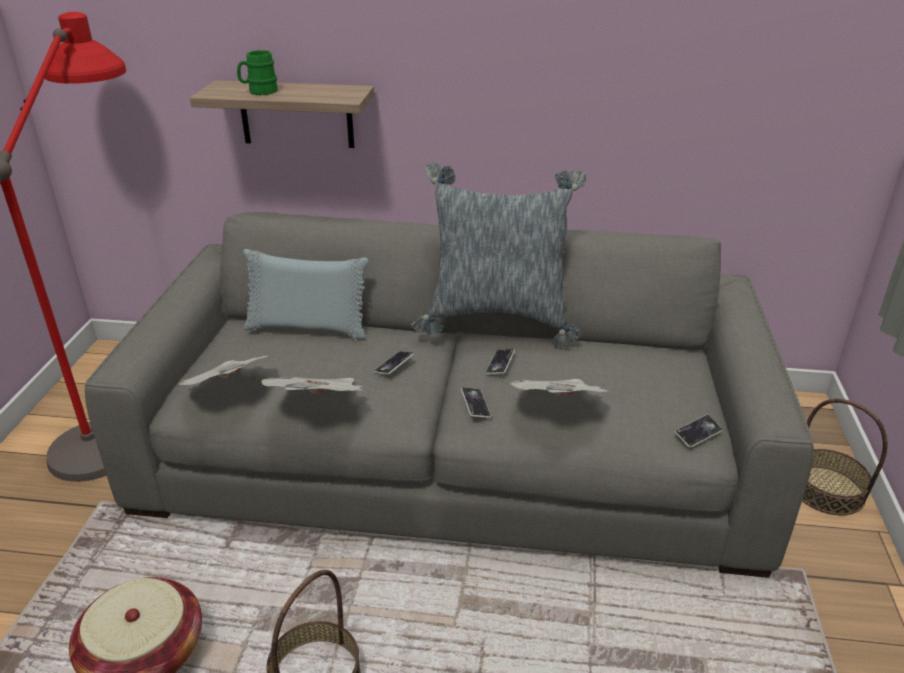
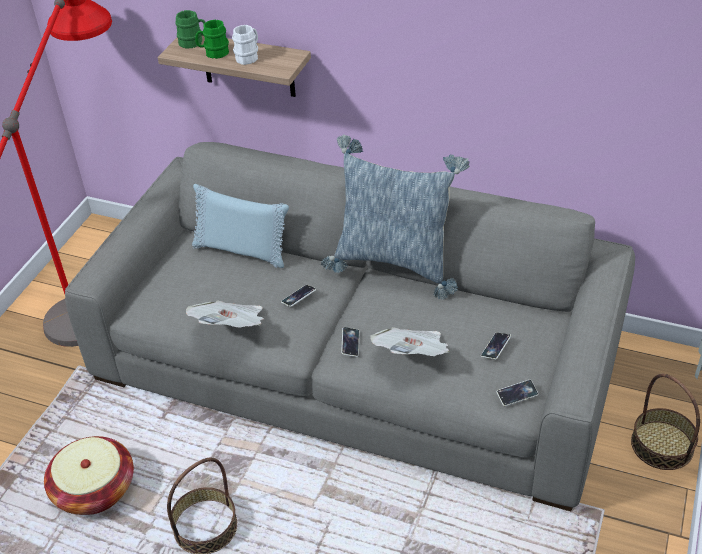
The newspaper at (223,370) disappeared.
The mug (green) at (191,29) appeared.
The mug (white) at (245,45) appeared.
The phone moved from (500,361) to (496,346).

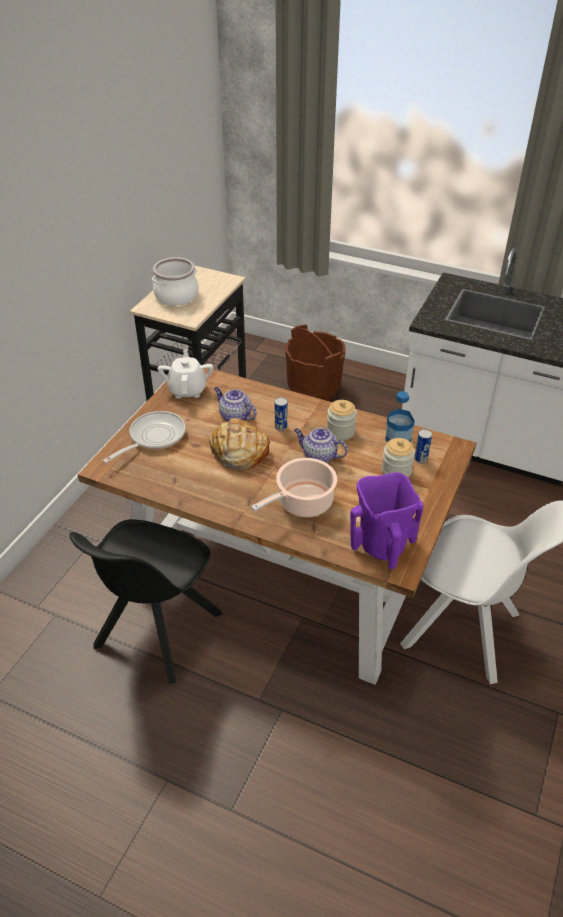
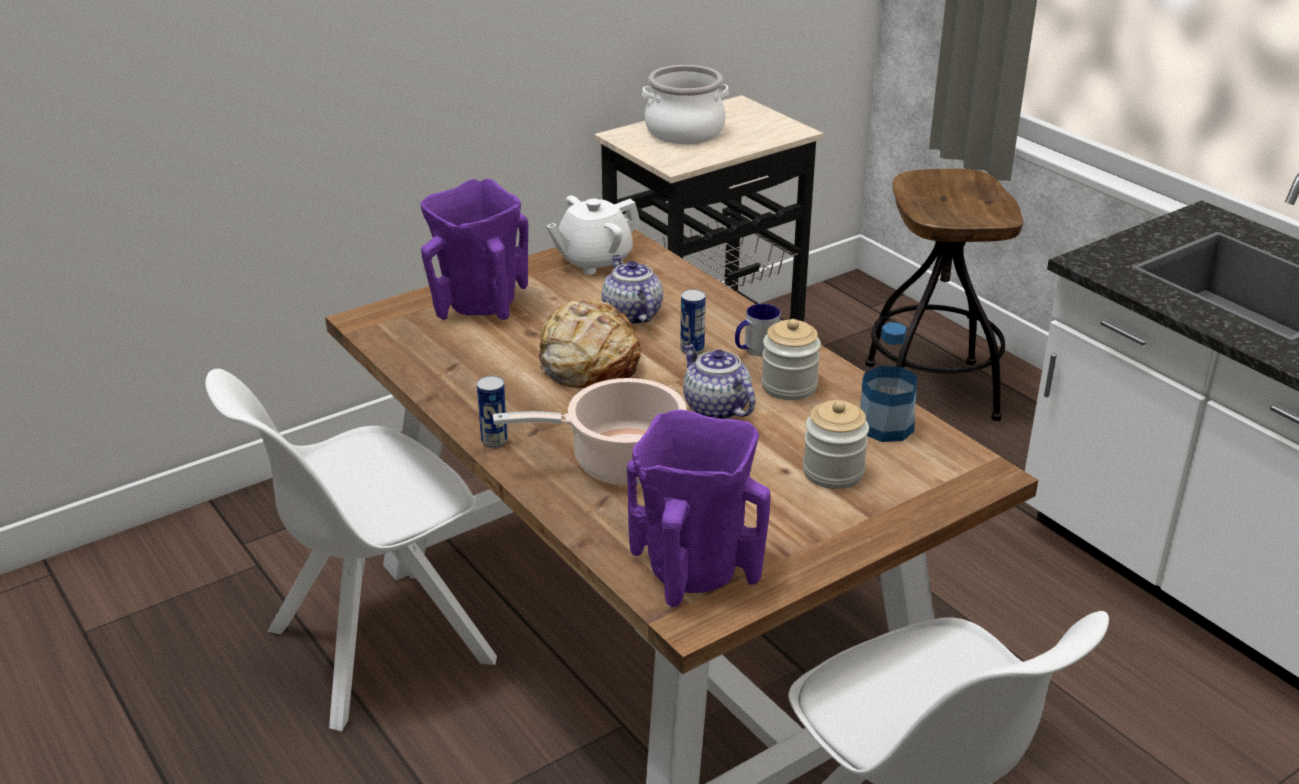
The mug at (758,330) appeared.
The can moved from (423,446) to (492,412).
The frying pan at (144,437) was replaced by the vase (purple) at (474,249).
The bucket (brown) at (315,362) was replaced by the stool (brown) at (944,295).
The chair (black) at (146,601) became the chair (white) at (351,550).
The teapot (white) at (185,374) turned 150 degrees counterclockwise.

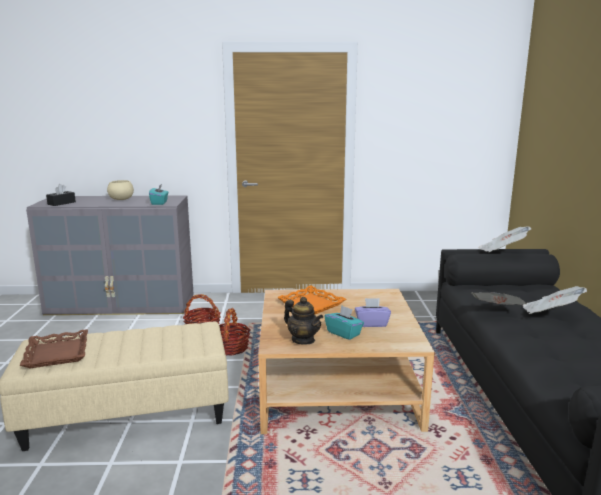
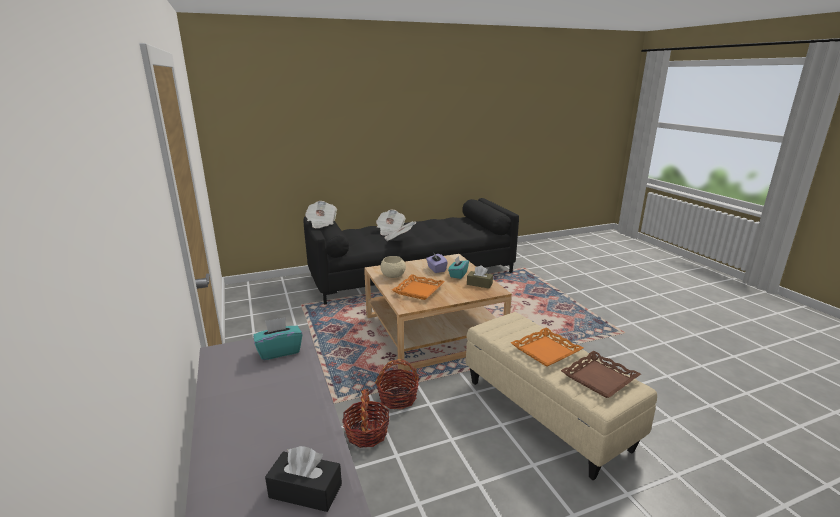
The tray (orange) at (546,347) appeared.
The bowl (beige) moved from (120,190) to (393,267).
The teapot at (303,321) was replaced by the tissue box (brown) at (480,276).

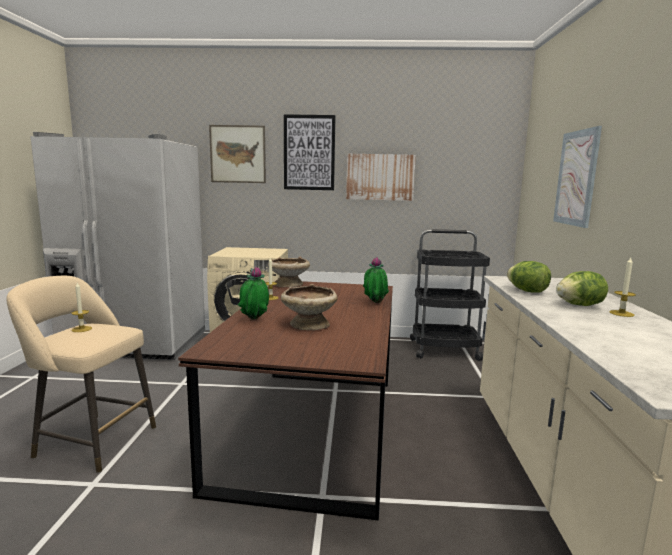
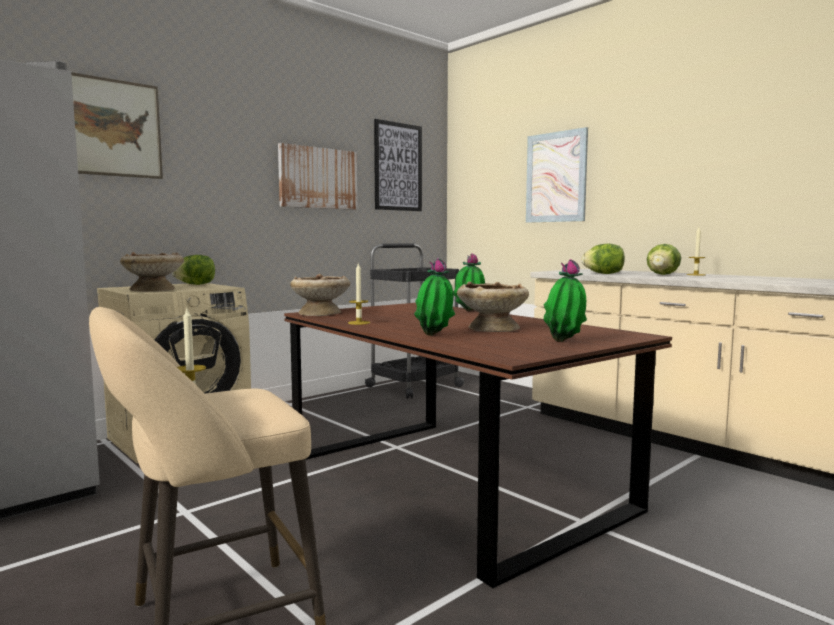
The bowl (beige) at (152,272) appeared.
The lettuce at (193,270) appeared.
The potted plant at (565,300) appeared.
The picture moved from (310,152) to (398,165).

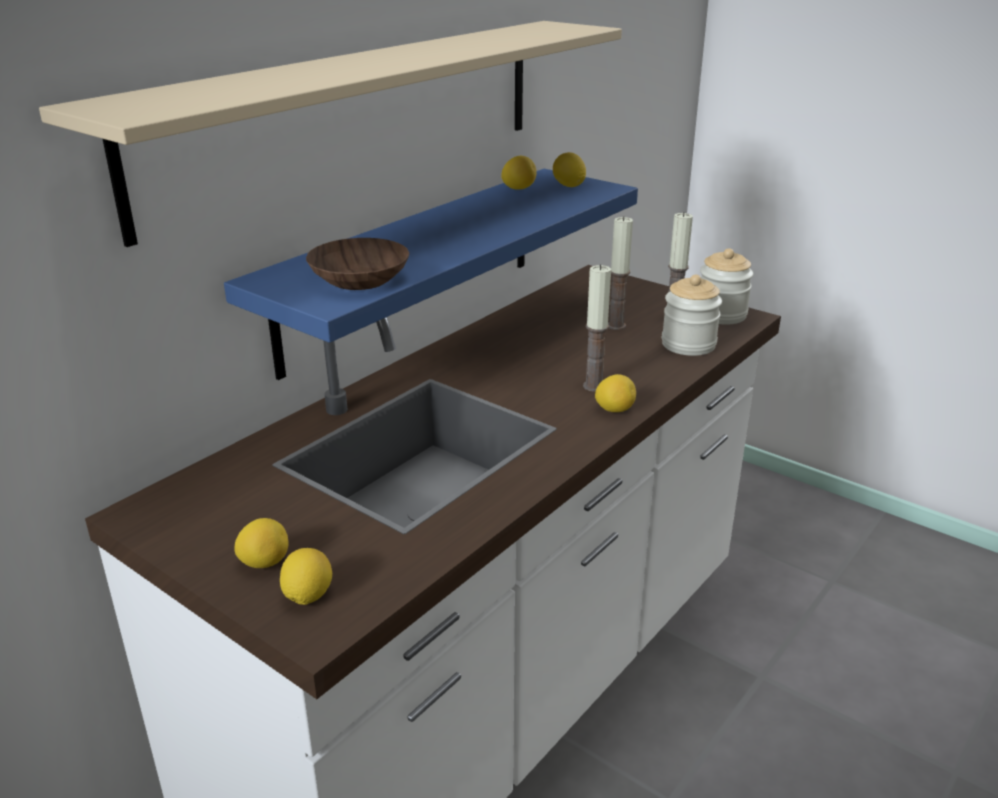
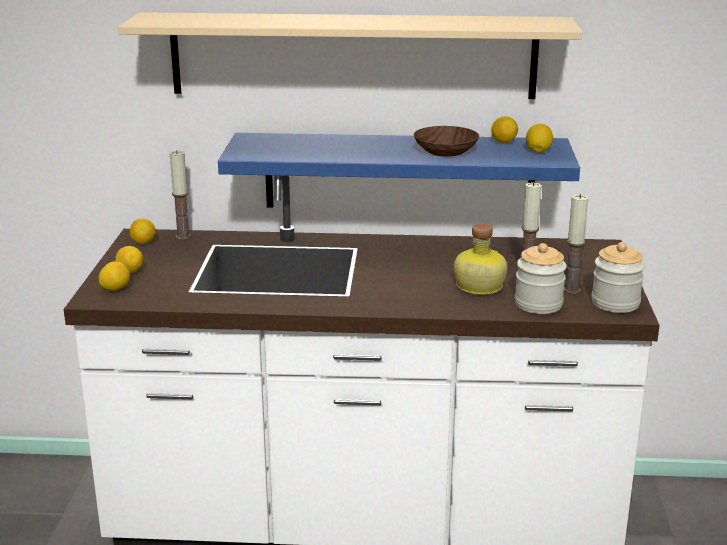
The bottle at (480,259) appeared.
The bowl (brown) moved from (357,264) to (446,141).
The candle moved from (597,328) to (180,195).
The lemon moved from (615,393) to (143,231).

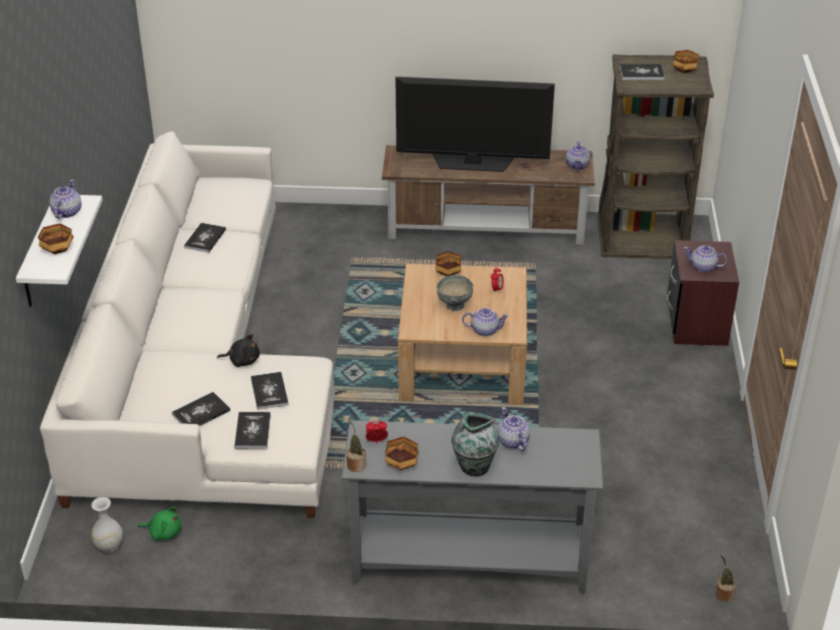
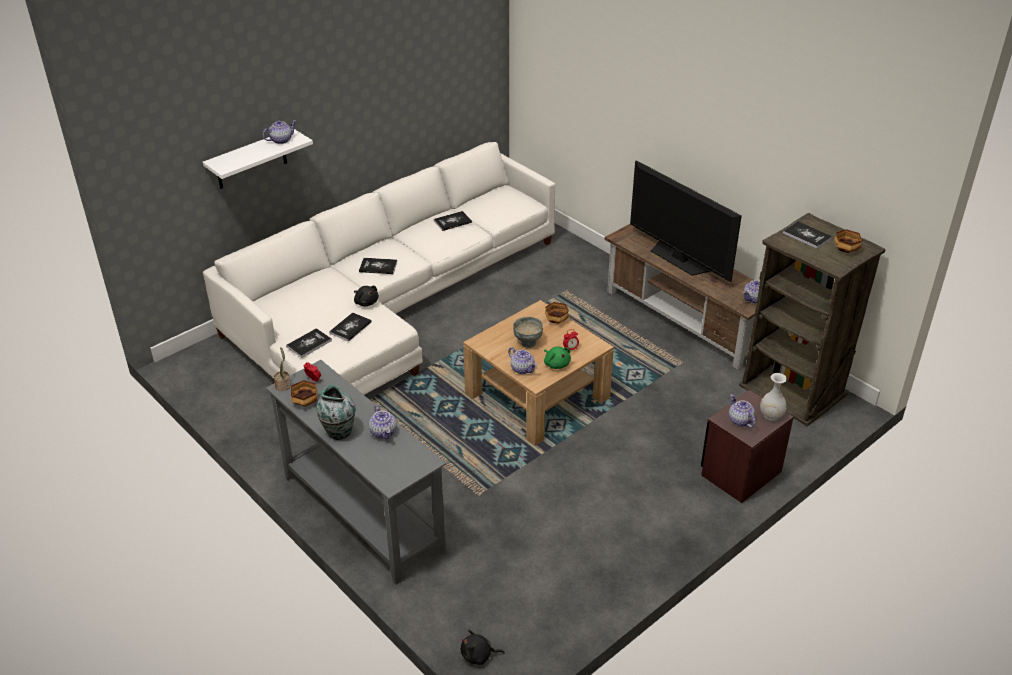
The bowl at (56,238) disappeared.
The vase (white) moved from (107,525) to (773,397).
The plush toy (green) moved from (160,523) to (557,357).
The book moved from (201,409) to (378,266).
The potted plant at (726,578) was replaced by the plush toy (black) at (483,647).
The teapot at (513,429) turned 135 degrees clockwise.

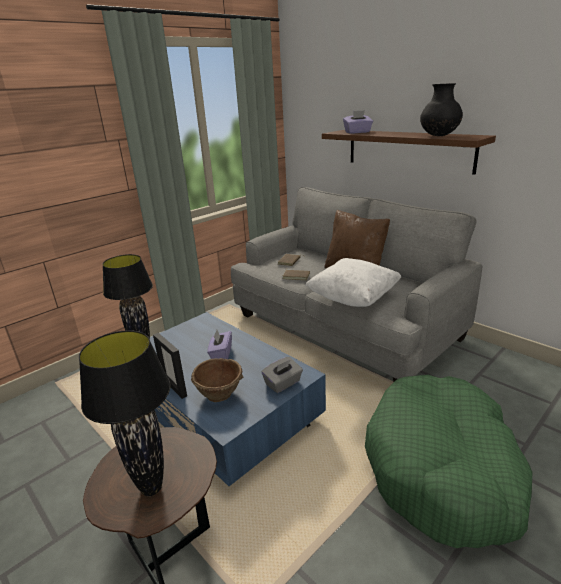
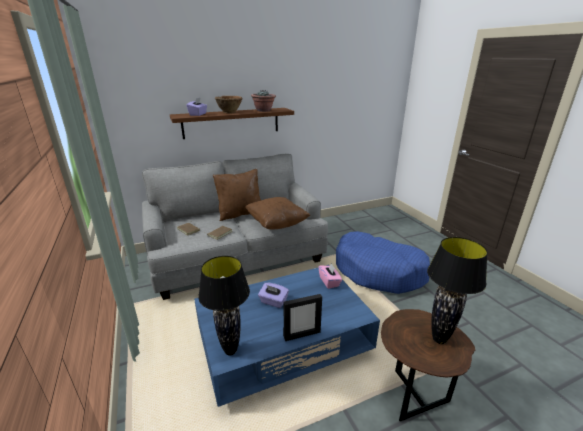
The bowl (brown) moved from (217,380) to (229,104).
The vase (black) at (441,109) was replaced by the potted plant at (263,101).
The tissue box (grey) at (282,375) became the tissue box (pink) at (330,276).
The pillow (white) at (353,282) became the pillow (brown) at (277,213).
The dog bed (green) at (448,461) became the dog bed (blue) at (383,262).

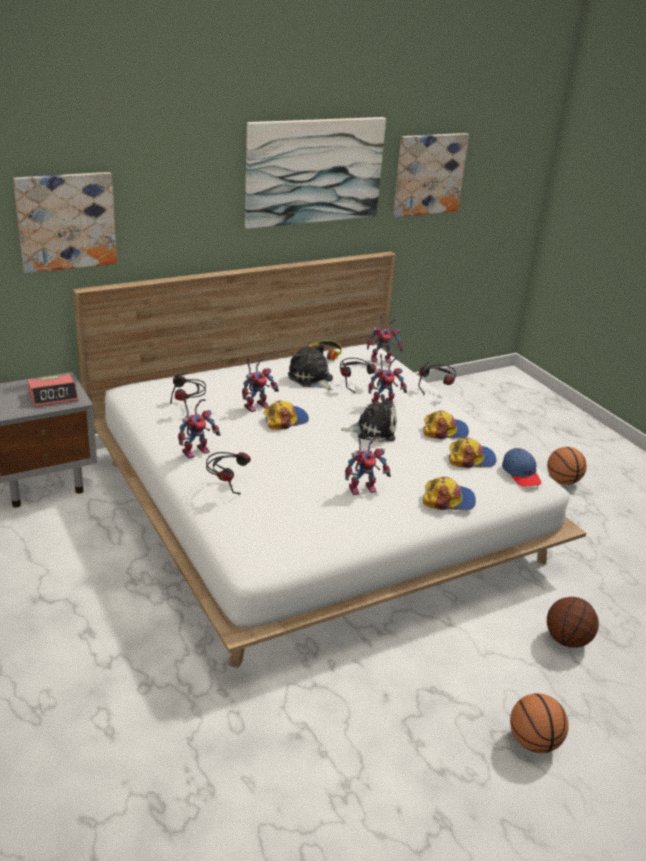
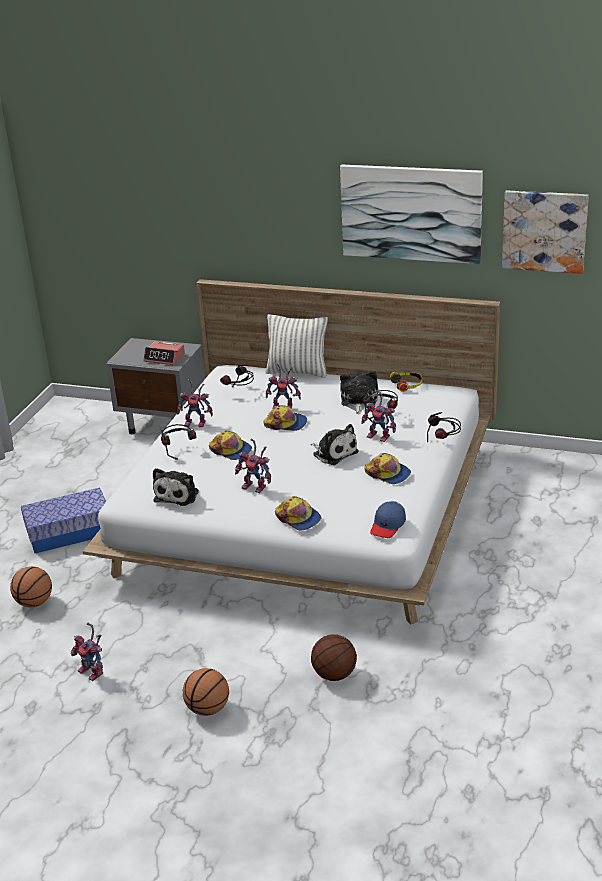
The picture at (65,222) disappeared.
The storage box at (63,520) appeared.
The plush toy at (176,487) appeared.
The pillow at (297,346) appeared.
The toy robot moved from (385,338) to (87,652).
The cap moved from (472,452) to (230,445).
The basketball moved from (567,466) to (31,586).

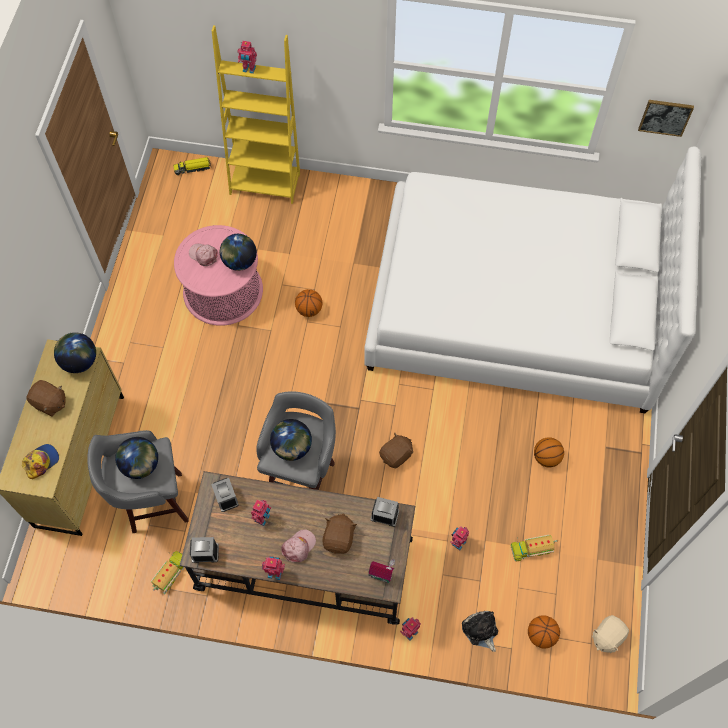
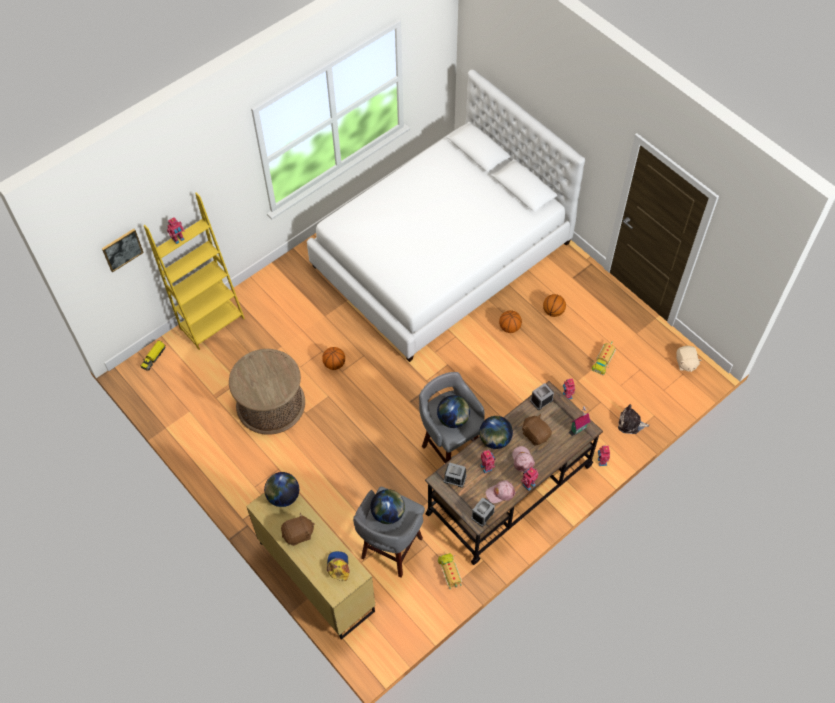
The plush toy (brown) at (396,450) disappeared.
The cap (pink) moved from (203,255) to (501,491).
The globe moved from (238,252) to (496,432).
The basketball moved from (544,631) to (510,321).
The picture moved from (666,118) to (123,250).
The coffee table (pink) at (218,275) became the coffee table (brown) at (267,392).

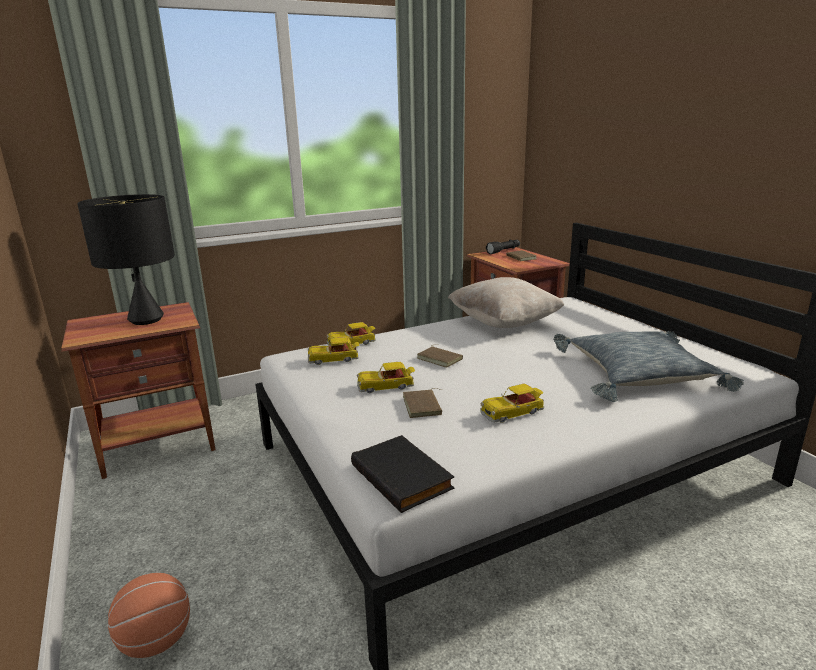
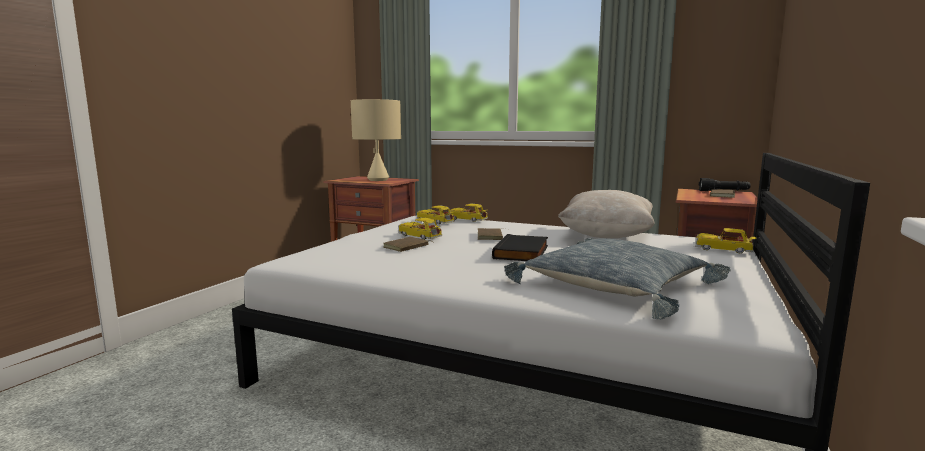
The basketball at (149,615) disappeared.
The book (black) moved from (402,474) to (520,247).
The toy car moved from (512,403) to (726,240).
The table lamp (black) at (126,259) became the table lamp (beige) at (376,140).

